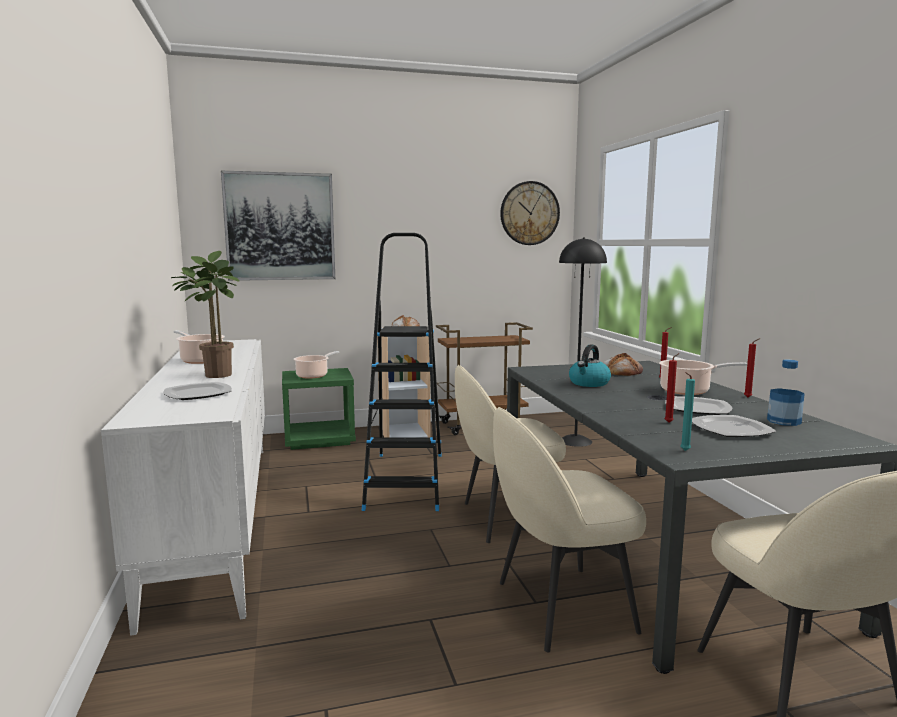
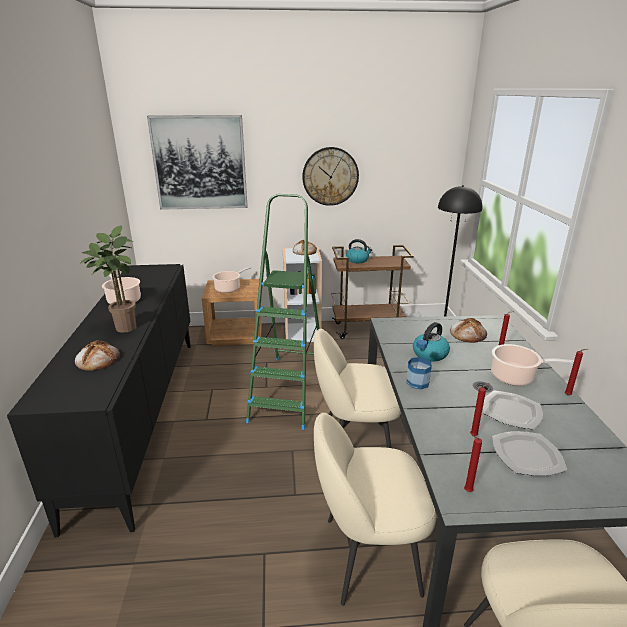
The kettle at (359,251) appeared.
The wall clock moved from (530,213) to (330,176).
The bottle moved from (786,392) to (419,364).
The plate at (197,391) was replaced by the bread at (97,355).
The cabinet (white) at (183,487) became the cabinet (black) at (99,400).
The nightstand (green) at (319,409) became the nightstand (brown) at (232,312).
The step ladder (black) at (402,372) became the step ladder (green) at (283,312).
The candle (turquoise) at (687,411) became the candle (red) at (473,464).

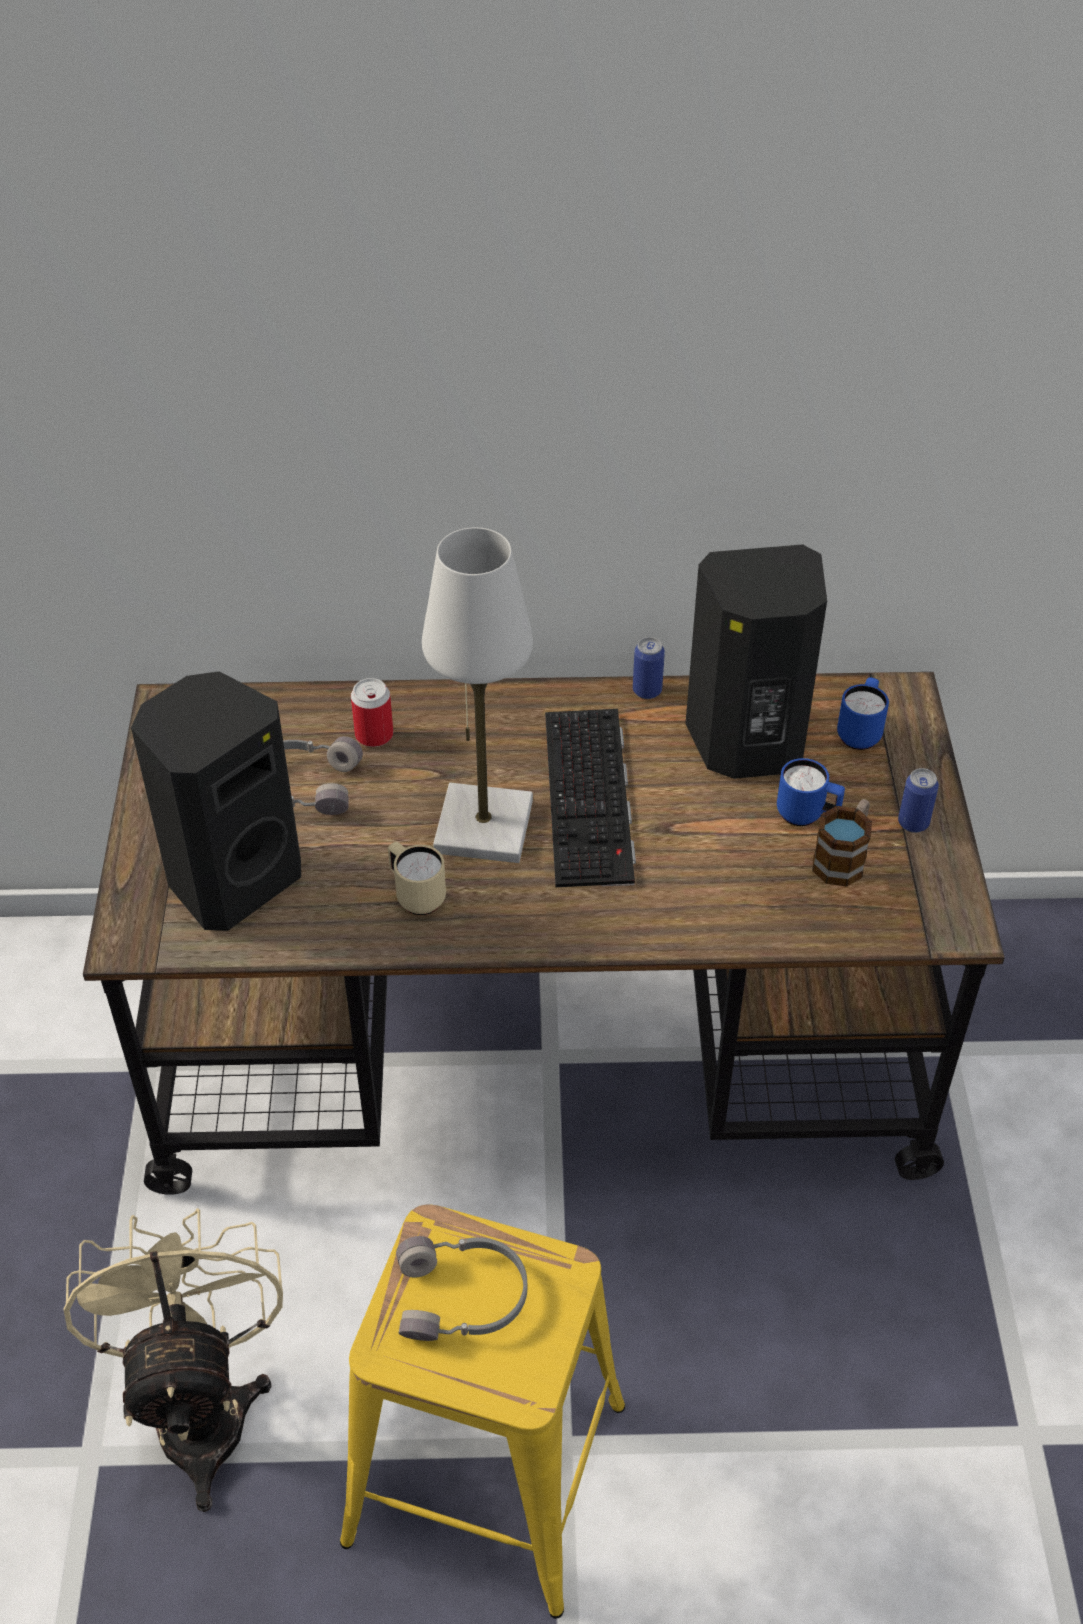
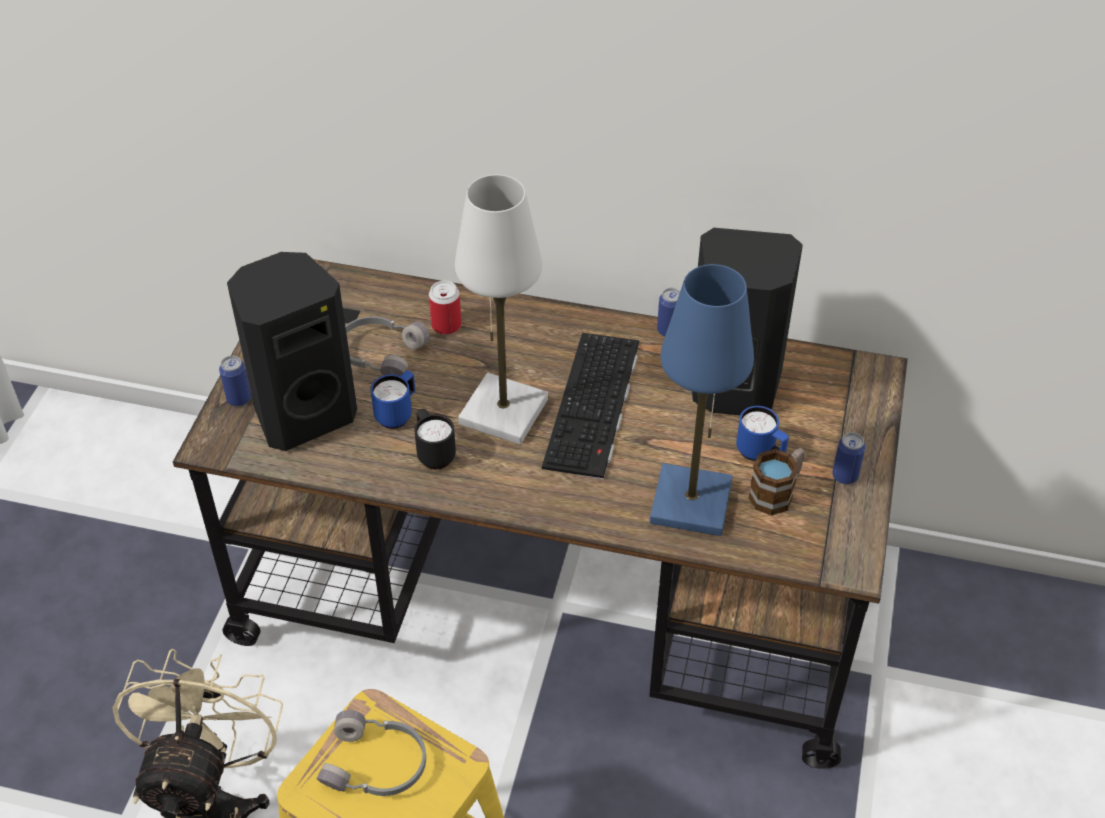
The can at (235,381) appeared.
The table lamp (blue) at (702,400) appeared.
The mug (blue) moved from (863,714) to (393,400).
The mug (beige) at (417,878) became the mug (black) at (435,439).

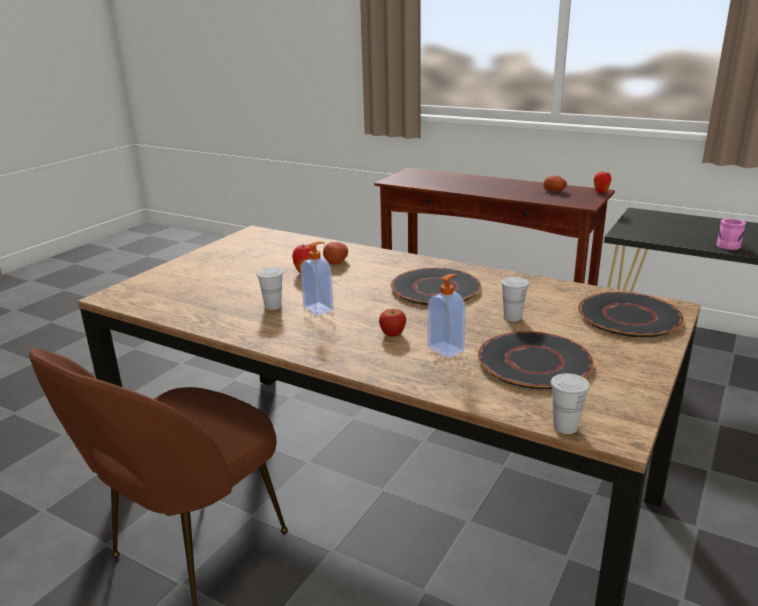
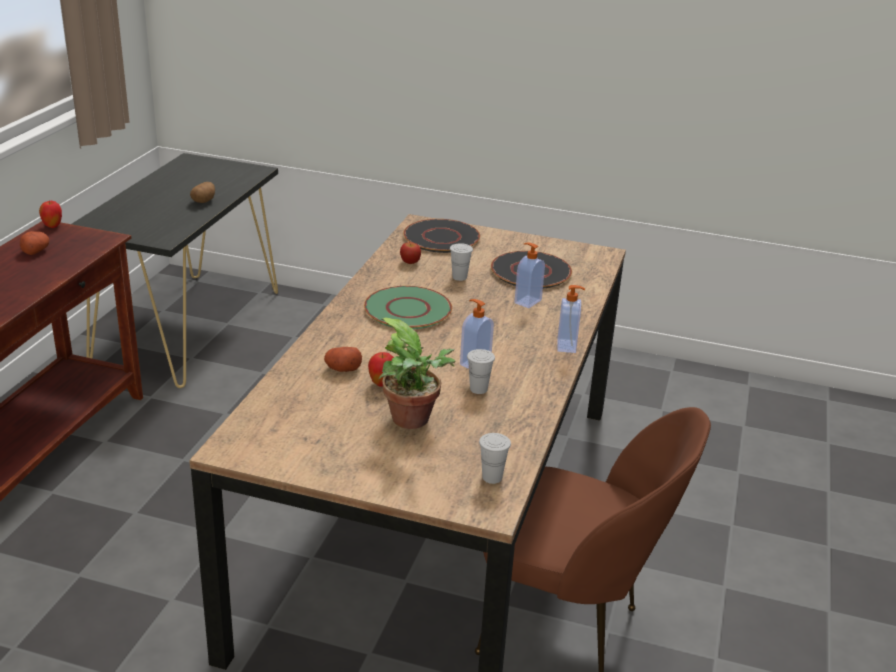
The potted plant at (416,373) appeared.
The soap dispenser at (571,319) appeared.
The apple moved from (392,323) to (410,253).
The cup (white) moved from (570,403) to (495,458).
The mug (pink) at (731,234) was replaced by the potato at (202,192).
The plate (black) at (436,286) became the plate (green) at (408,307).

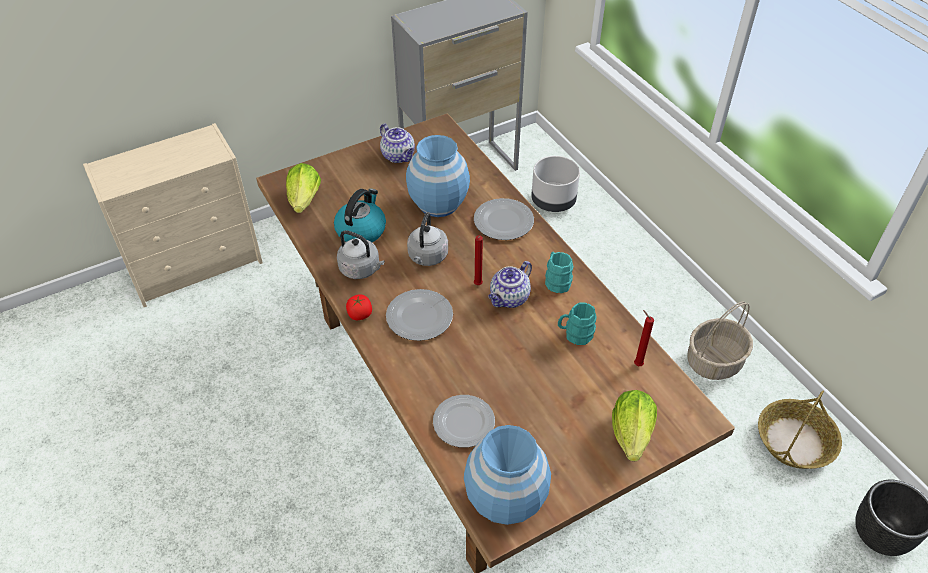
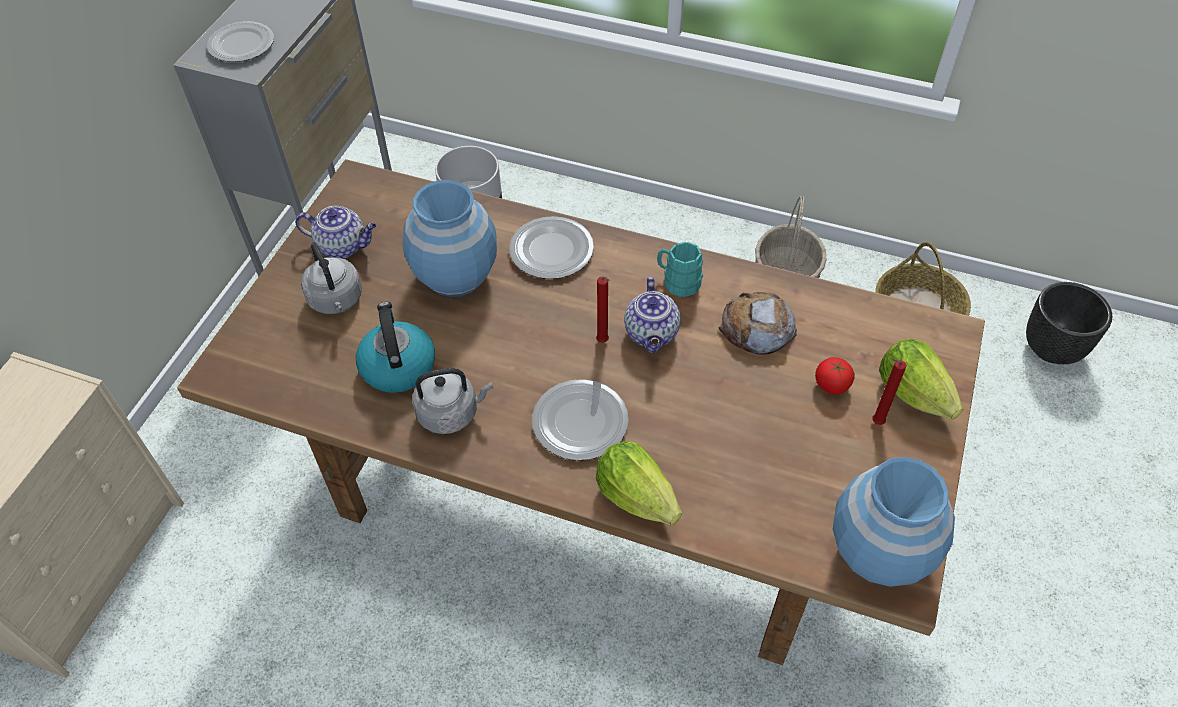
The lettuce moved from (303,188) to (639,483).
The tomato moved from (359,307) to (835,375).
The kettle (grey) moved from (427,239) to (331,278).
The plate moved from (464,421) to (240,41).
The candle (red) moved from (644,338) to (889,391).
The mug (turquoise) at (577,324) was replaced by the bread at (757,323).

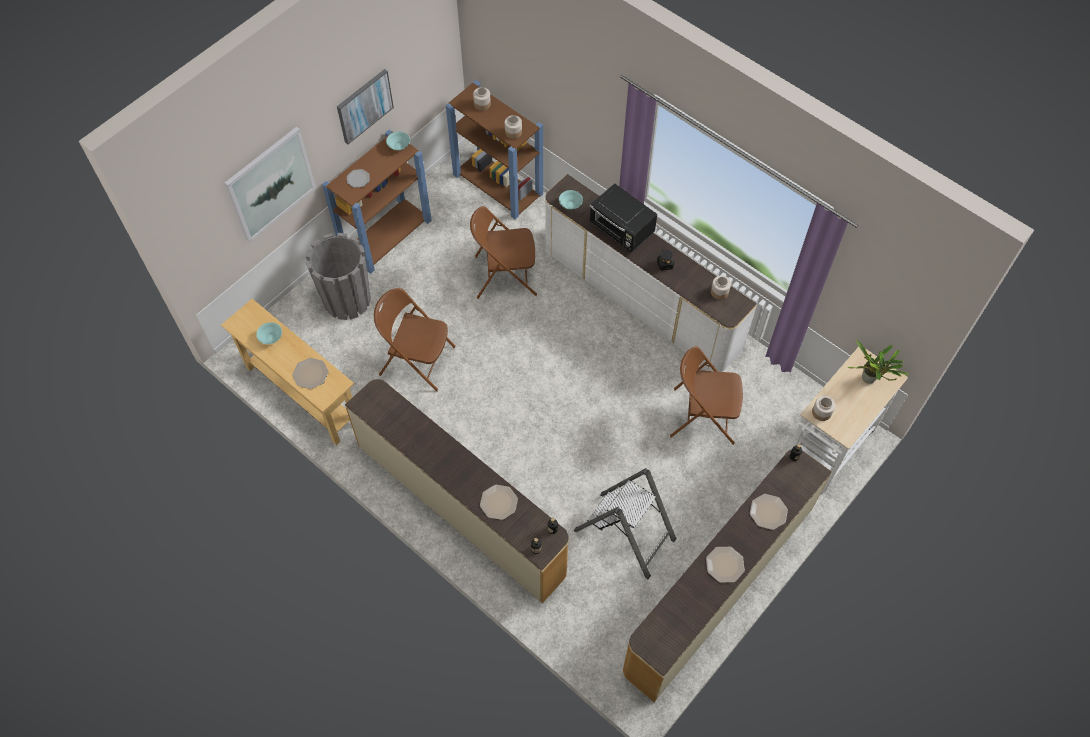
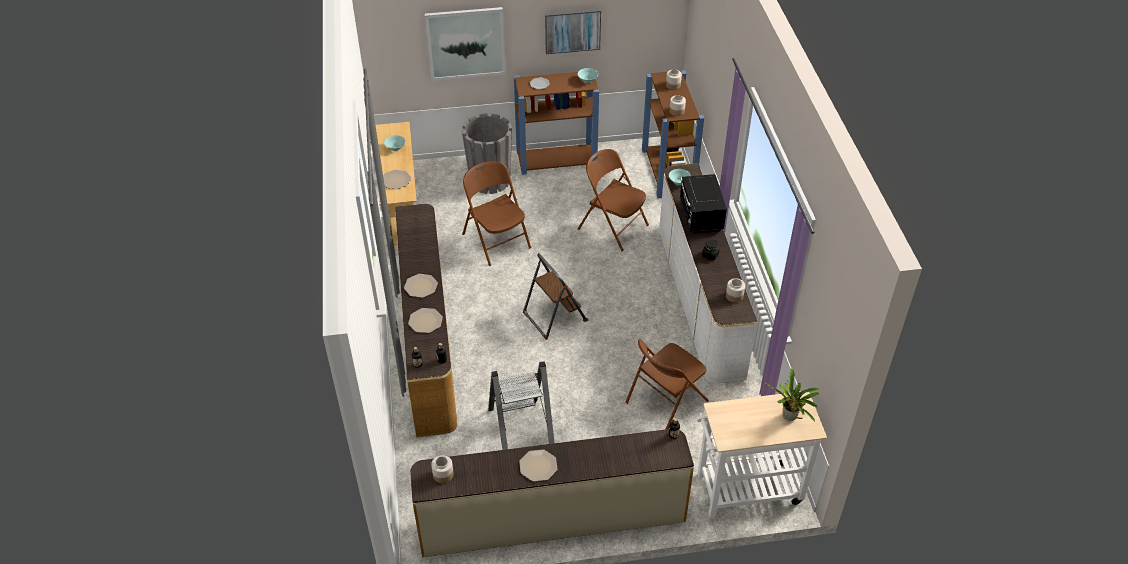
The step ladder (brown) at (555,296) appeared.
The plate moved from (769,512) to (421,286).
The jar moved from (823,408) to (442,469).
The chair (brown) at (706,396) turned 90 degrees counterclockwise.

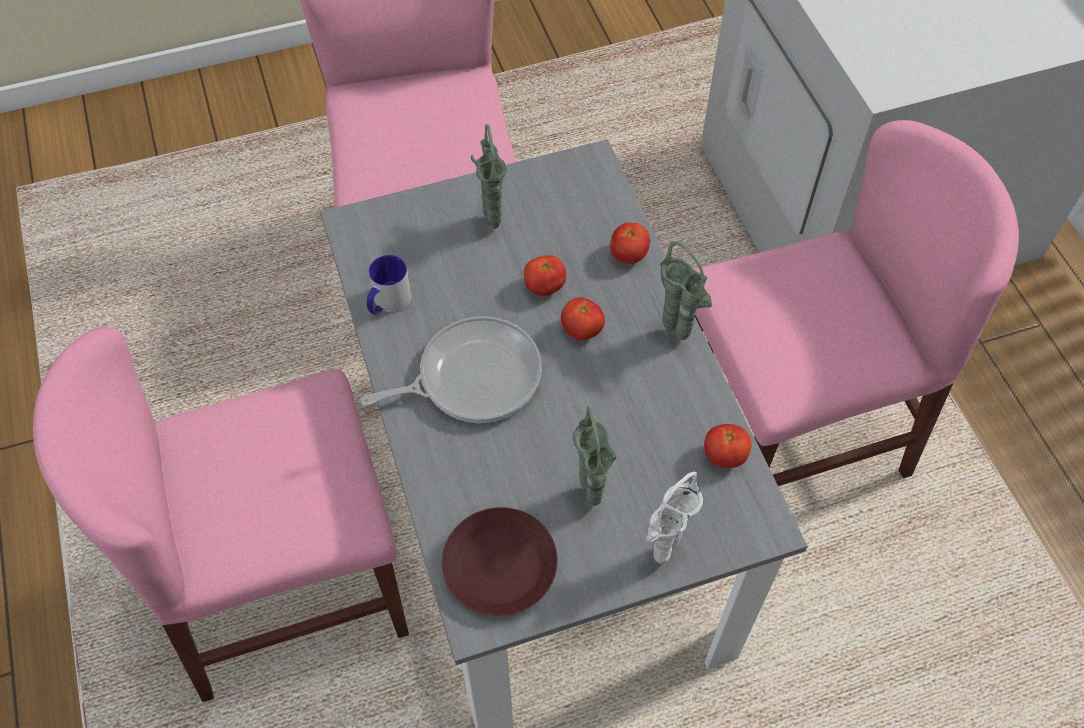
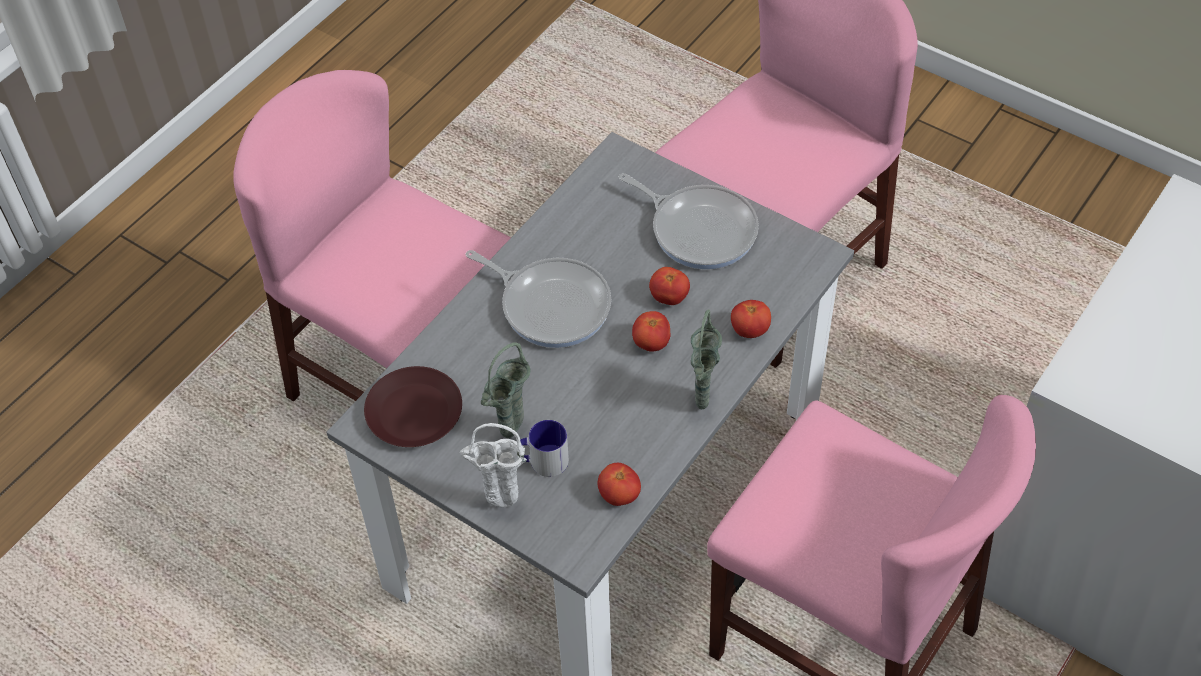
The mug moved from (389,284) to (544,448).
The vase (green) at (489,176) was replaced by the frying pan at (688,221).

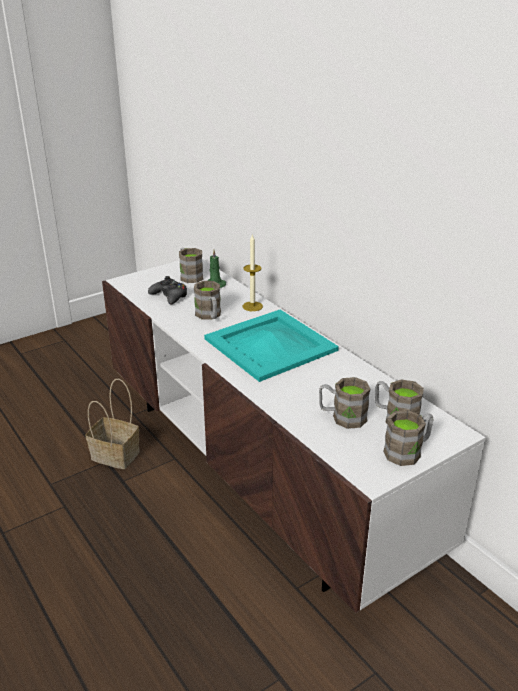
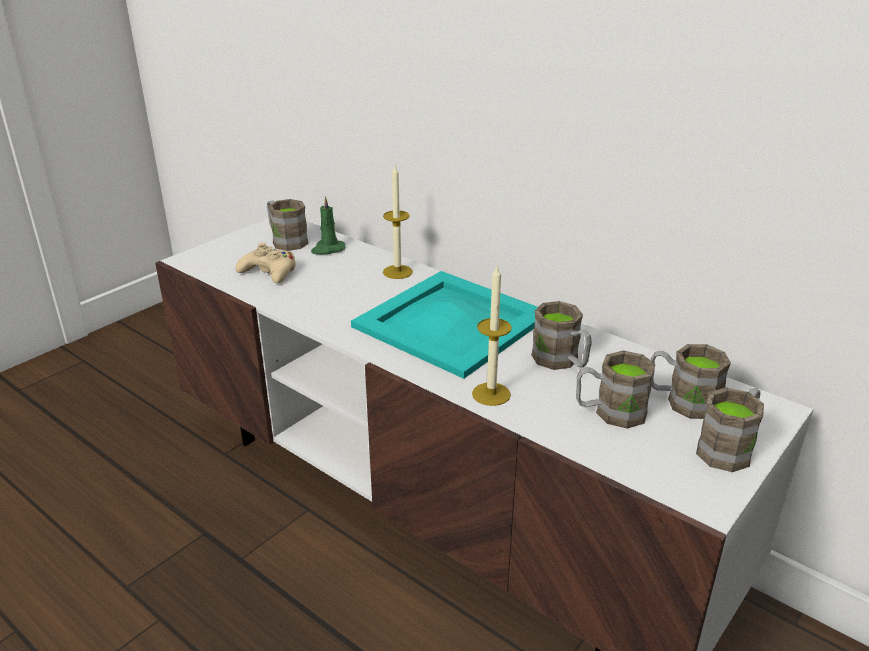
The basket at (113,424) disappeared.
The candle at (492,336) appeared.
The mug (brown) moved from (207,300) to (561,335).
The game controller (black) at (167,290) became the game controller (beige) at (265,262).

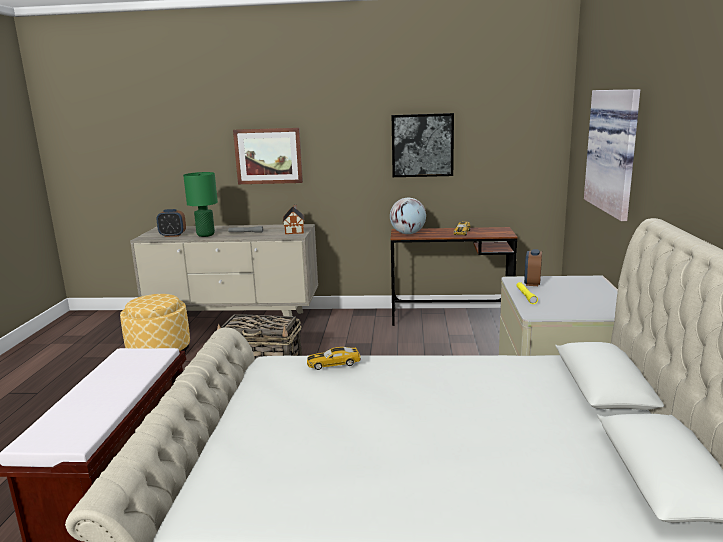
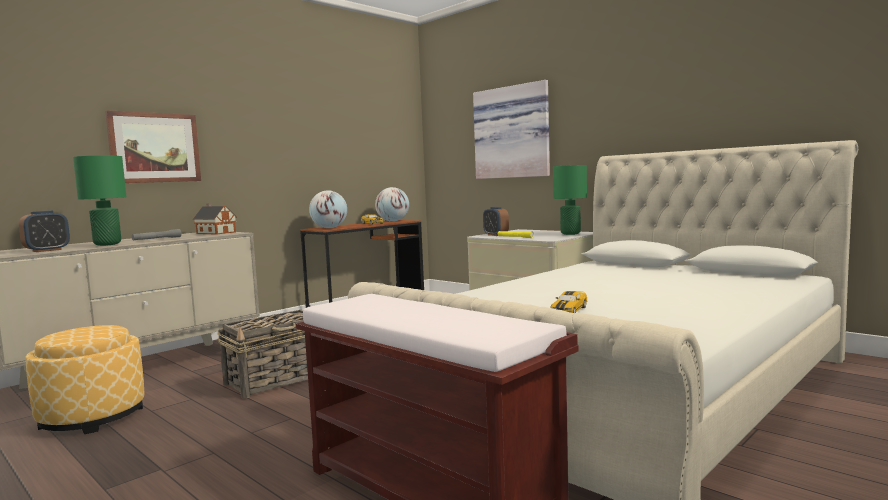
The picture at (423,145) disappeared.
The globe at (392,204) appeared.
The table lamp (green) at (570,200) appeared.
The toy car moved from (334,358) to (568,302).

